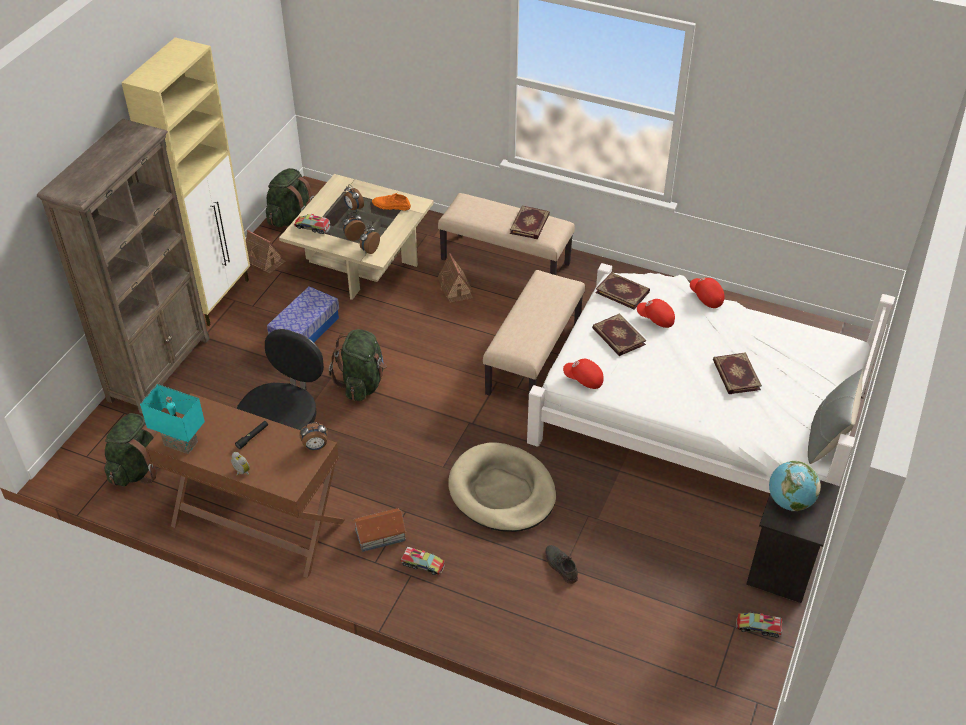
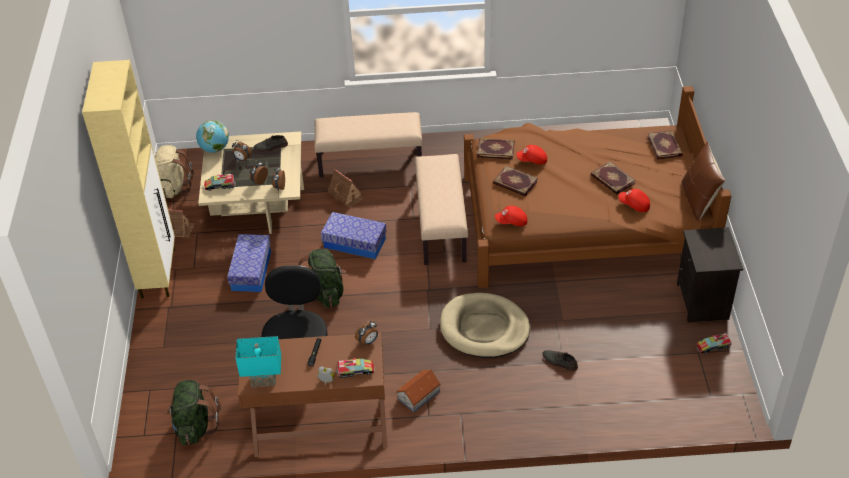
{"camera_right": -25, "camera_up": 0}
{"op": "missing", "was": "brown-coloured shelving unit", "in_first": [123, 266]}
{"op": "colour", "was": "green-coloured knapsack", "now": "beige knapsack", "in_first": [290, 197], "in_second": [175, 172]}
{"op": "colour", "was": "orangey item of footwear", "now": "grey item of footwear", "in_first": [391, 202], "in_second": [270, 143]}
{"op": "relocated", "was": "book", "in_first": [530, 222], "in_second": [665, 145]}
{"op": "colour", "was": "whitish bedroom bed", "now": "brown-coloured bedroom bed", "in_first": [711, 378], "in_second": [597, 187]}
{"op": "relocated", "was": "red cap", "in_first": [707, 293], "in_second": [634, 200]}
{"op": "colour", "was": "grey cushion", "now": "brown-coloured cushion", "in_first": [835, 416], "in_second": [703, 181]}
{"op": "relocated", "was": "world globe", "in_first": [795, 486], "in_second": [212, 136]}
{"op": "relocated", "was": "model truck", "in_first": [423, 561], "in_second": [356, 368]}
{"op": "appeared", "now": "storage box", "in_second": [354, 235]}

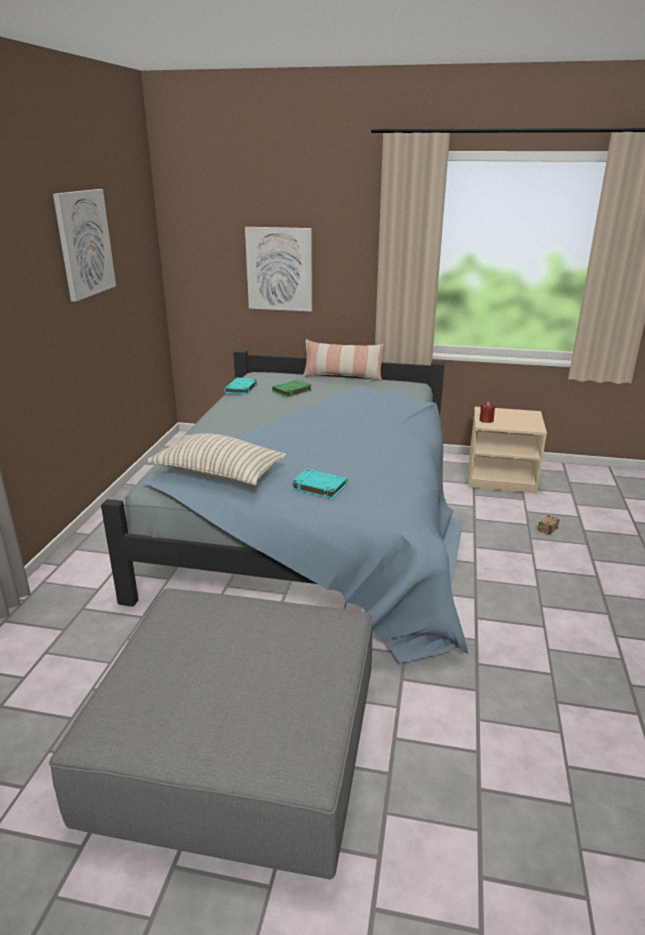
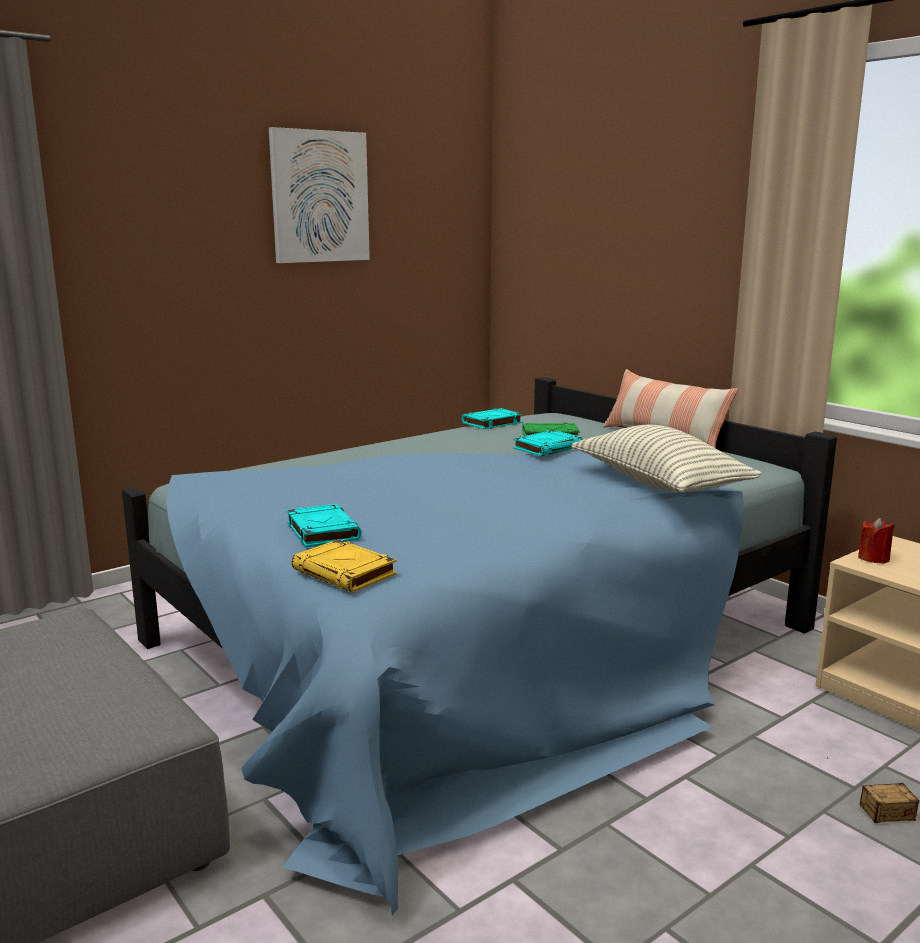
{"camera_right": 40, "camera_up": -10}
{"op": "missing", "was": "wall picture", "in_first": [279, 269]}
{"op": "relocated", "was": "cushion", "in_first": [217, 459], "in_second": [666, 458]}
{"op": "appeared", "now": "turquoise-coloured book", "in_second": [547, 443]}
{"op": "appeared", "now": "yellowish book", "in_second": [344, 565]}

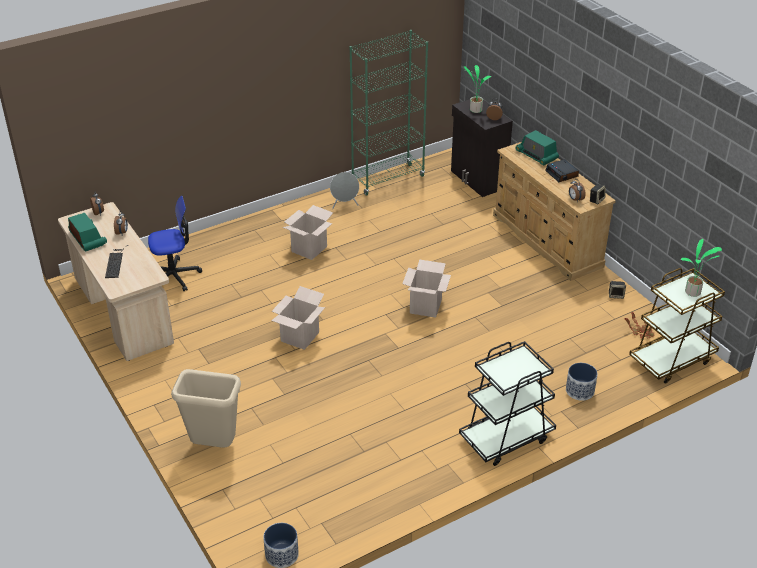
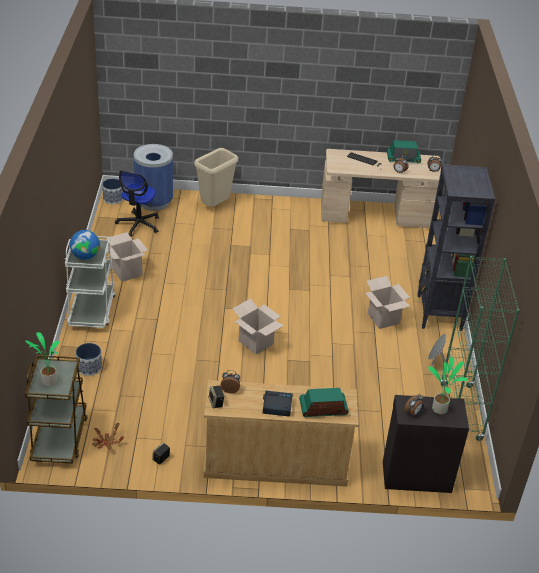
{"camera_right": 120, "camera_up": 0}
{"op": "relocated", "was": "computer chair", "in_first": [175, 243], "in_second": [137, 204]}
{"op": "relocated", "was": "cardboard box", "in_first": [298, 318], "in_second": [127, 257]}
{"op": "colour", "was": "black cart", "now": "whitish cart", "in_first": [507, 403], "in_second": [90, 282]}
{"op": "appeared", "now": "bluish rubbish bin", "in_second": [153, 177]}
{"op": "appeared", "now": "black shelving unit", "in_second": [456, 247]}
{"op": "appeared", "now": "world globe", "in_second": [85, 245]}

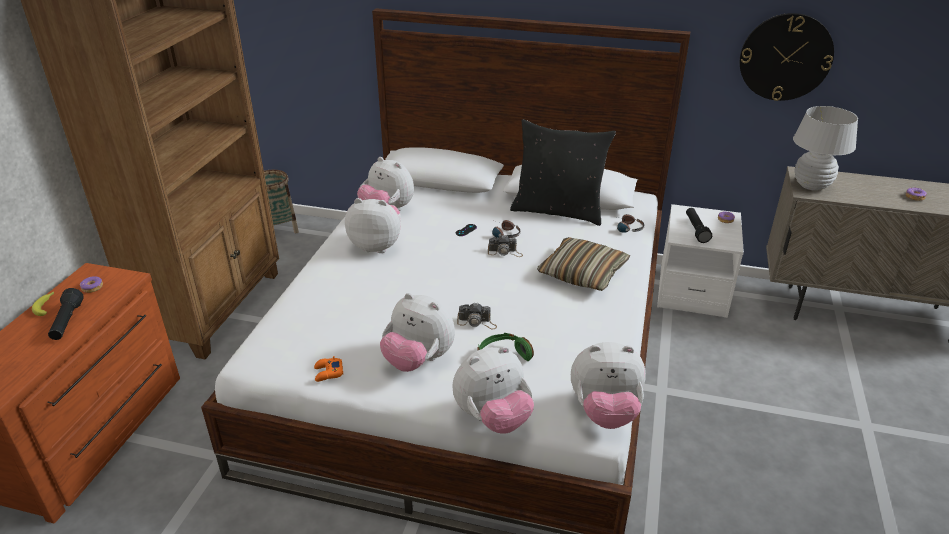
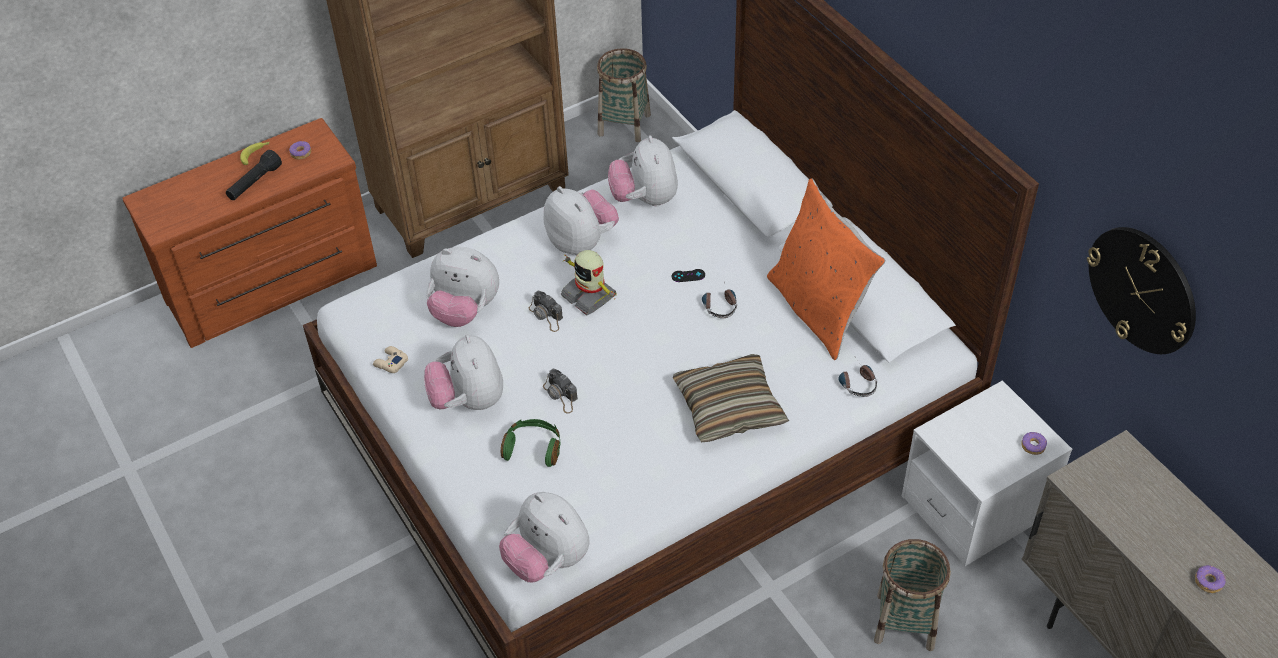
{"camera_right": 45, "camera_up": 15}
{"op": "missing", "was": "whitish tabletop lamp", "in_first": [825, 148]}
{"op": "colour", "was": "black cushion", "now": "orangey cushion", "in_first": [563, 172], "in_second": [826, 269]}
{"op": "missing", "was": "black flashlight", "in_first": [699, 225]}
{"op": "relocated", "was": "photo camera", "in_first": [505, 246], "in_second": [546, 311]}
{"op": "relocated", "was": "plush toy", "in_first": [493, 390], "in_second": [462, 287]}
{"op": "colour", "was": "orangey gamepad", "now": "beige gamepad", "in_first": [328, 369], "in_second": [390, 359]}
{"op": "appeared", "now": "robot figure", "in_second": [589, 283]}
{"op": "appeared", "now": "basket", "in_second": [912, 595]}

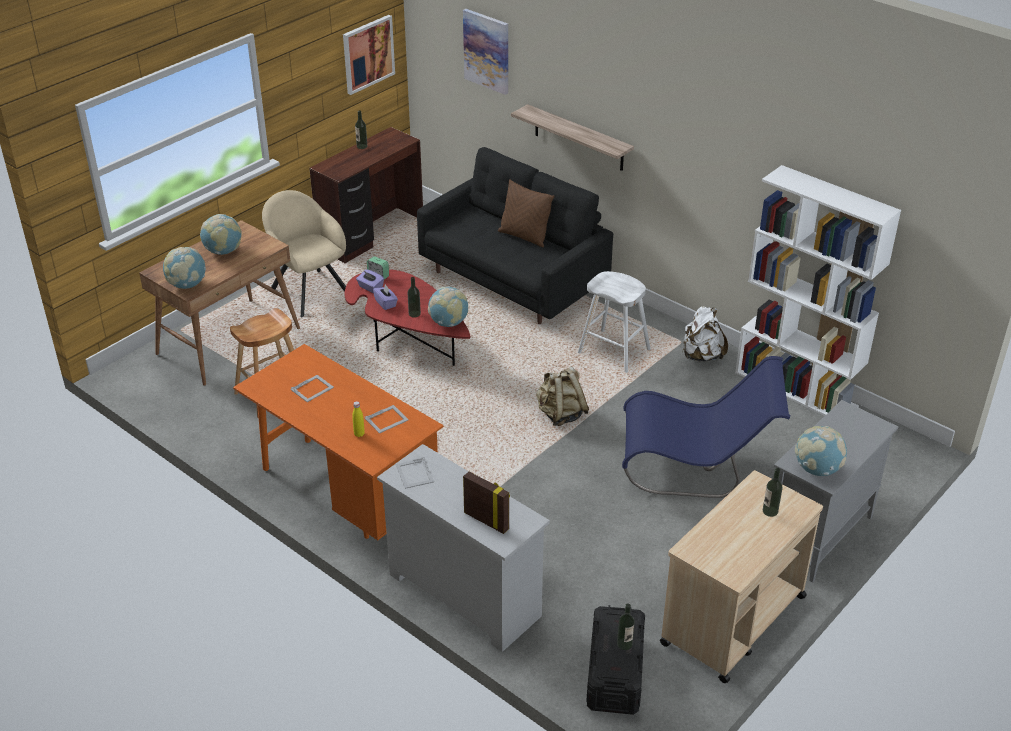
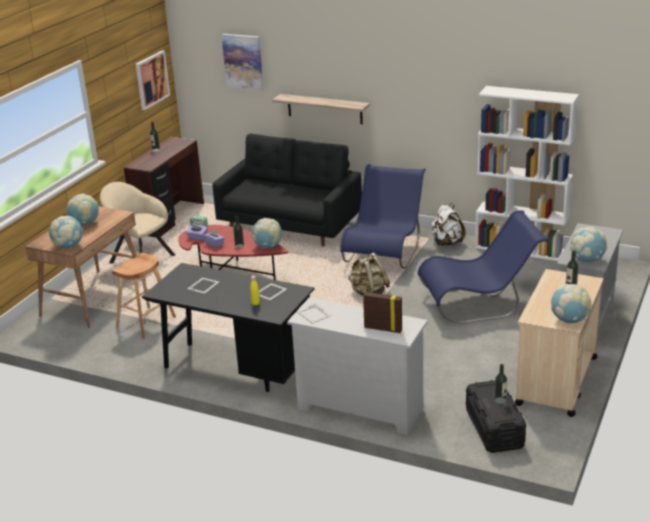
{"camera_right": -15, "camera_up": -10}
{"op": "missing", "was": "brown-coloured cushion", "in_first": [526, 213]}
{"op": "exchanged", "was": "whitish stool seat", "now": "bluish plain chair", "in_first": [614, 322], "in_second": [383, 216]}
{"op": "colour", "was": "orangey desk", "now": "black desk", "in_first": [338, 442], "in_second": [228, 327]}
{"op": "appeared", "now": "world globe", "in_second": [571, 304]}

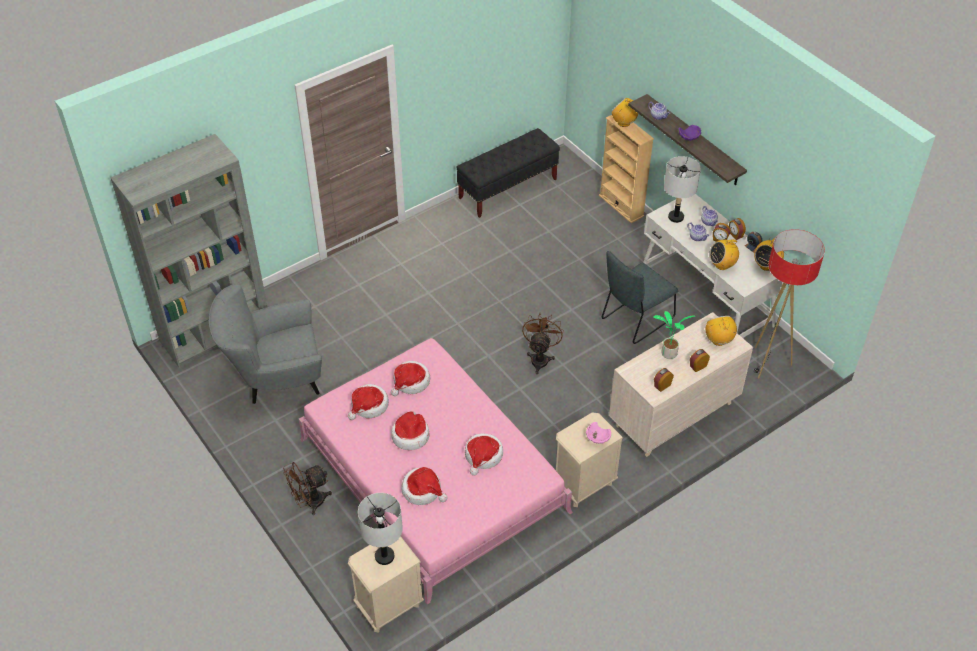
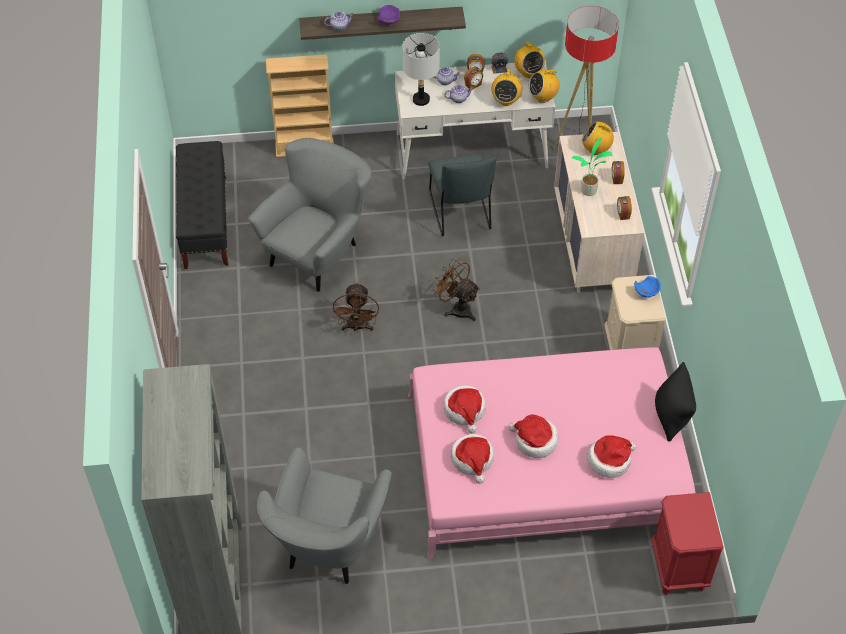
{"camera_right": -60, "camera_up": 5}
{"op": "relocated", "was": "radio set", "in_first": [624, 112], "in_second": [544, 86]}
{"op": "colour", "was": "pink-coloured bowl", "now": "bluish bowl", "in_first": [598, 433], "in_second": [647, 287]}
{"op": "missing", "was": "wearable hat", "in_first": [484, 454]}
{"op": "relocated", "was": "brown-coloured cooling fan", "in_first": [307, 488], "in_second": [356, 307]}
{"op": "missing", "was": "grey tabletop lamp", "in_first": [380, 529]}
{"op": "colour", "was": "beige night table", "now": "red night table", "in_first": [386, 584], "in_second": [687, 543]}
{"op": "appeared", "now": "grey easy chair", "in_second": [309, 215]}
{"op": "appeared", "now": "black cushion", "in_second": [675, 402]}

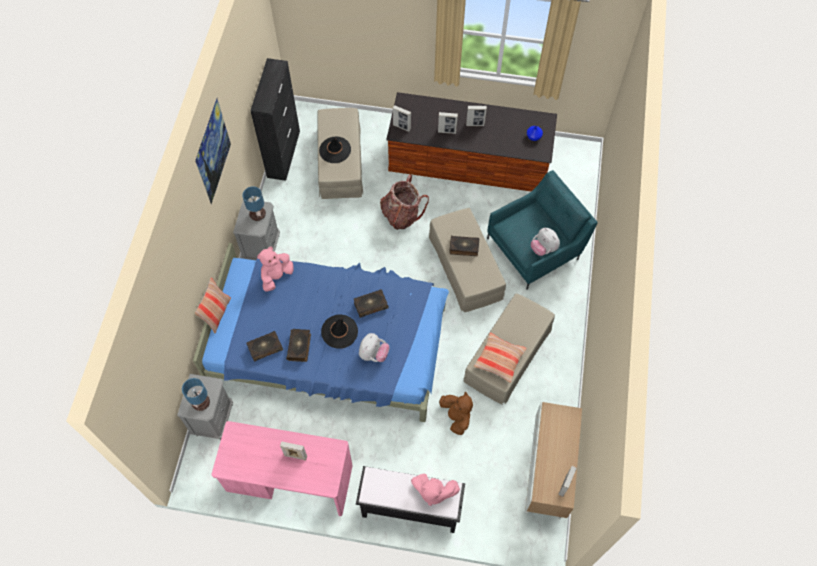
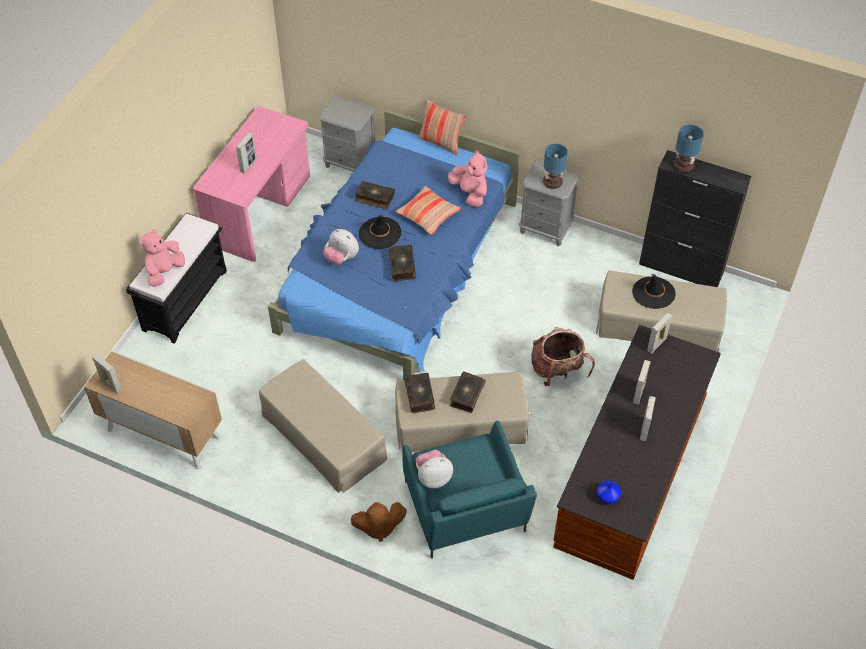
{"camera_right": 105, "camera_up": -10}
{"op": "missing", "was": "wall picture", "in_first": [213, 151]}
{"op": "relocated", "was": "book", "in_first": [264, 346], "in_second": [419, 393]}
{"op": "relocated", "was": "cushion", "in_first": [500, 358], "in_second": [428, 210]}
{"op": "relocated", "was": "tabletop lamp", "in_first": [196, 394], "in_second": [688, 148]}
{"op": "relocated", "was": "brown-coloured plush toy", "in_first": [456, 413], "in_second": [379, 522]}

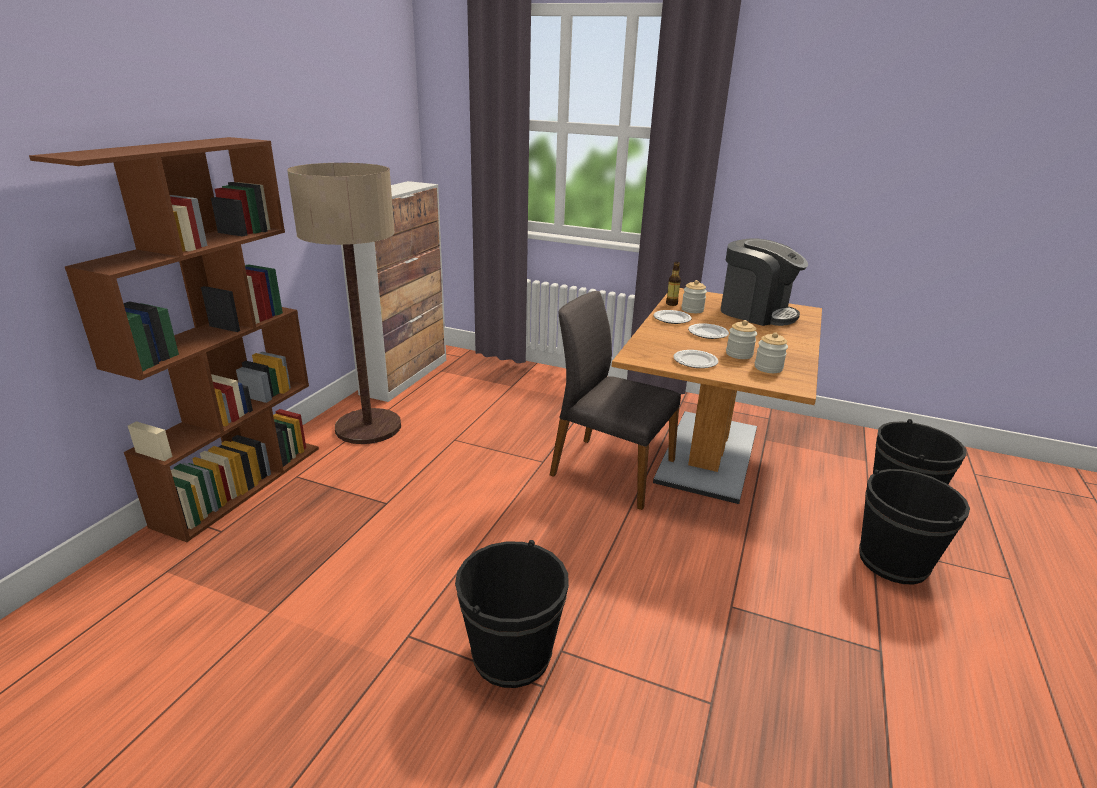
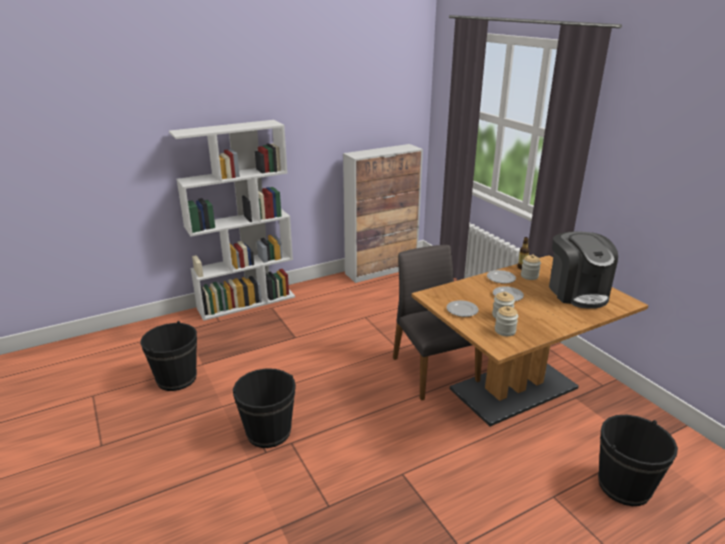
{"camera_right": 40, "camera_up": 0}
{"op": "colour", "was": "brown-coloured shelving unit", "now": "whitish shelving unit", "in_first": [174, 339], "in_second": [232, 220]}
{"op": "missing", "was": "standard lamp", "in_first": [344, 303]}
{"op": "relocated", "was": "black pail", "in_first": [914, 526], "in_second": [168, 356]}

